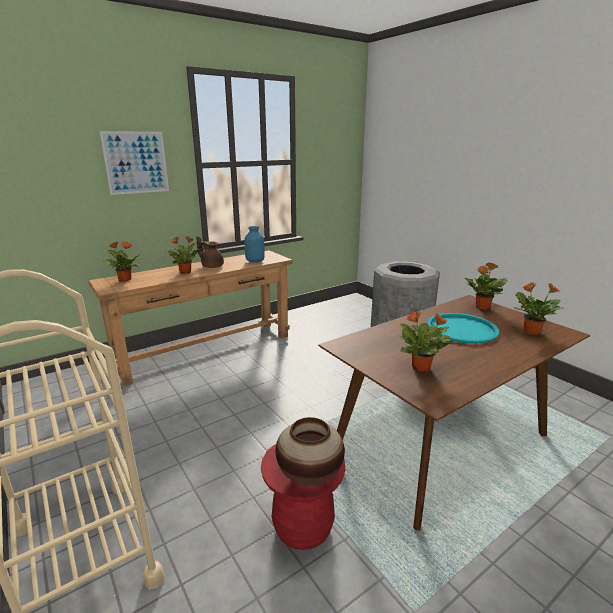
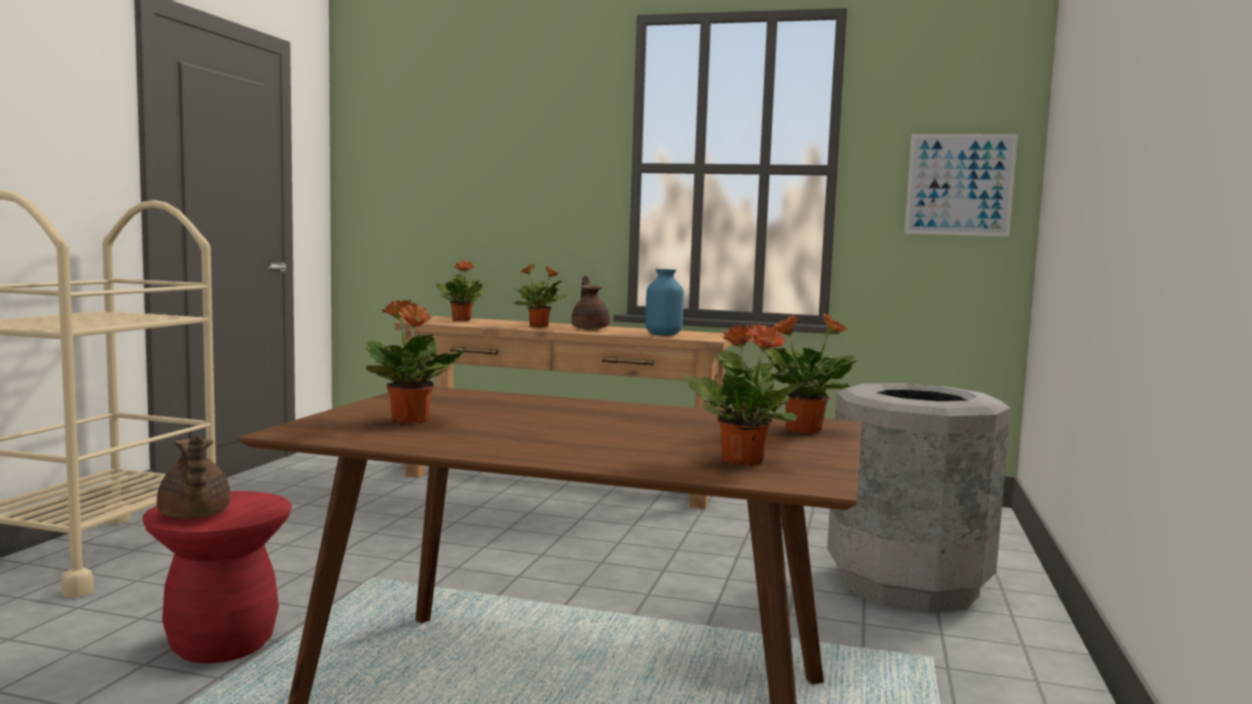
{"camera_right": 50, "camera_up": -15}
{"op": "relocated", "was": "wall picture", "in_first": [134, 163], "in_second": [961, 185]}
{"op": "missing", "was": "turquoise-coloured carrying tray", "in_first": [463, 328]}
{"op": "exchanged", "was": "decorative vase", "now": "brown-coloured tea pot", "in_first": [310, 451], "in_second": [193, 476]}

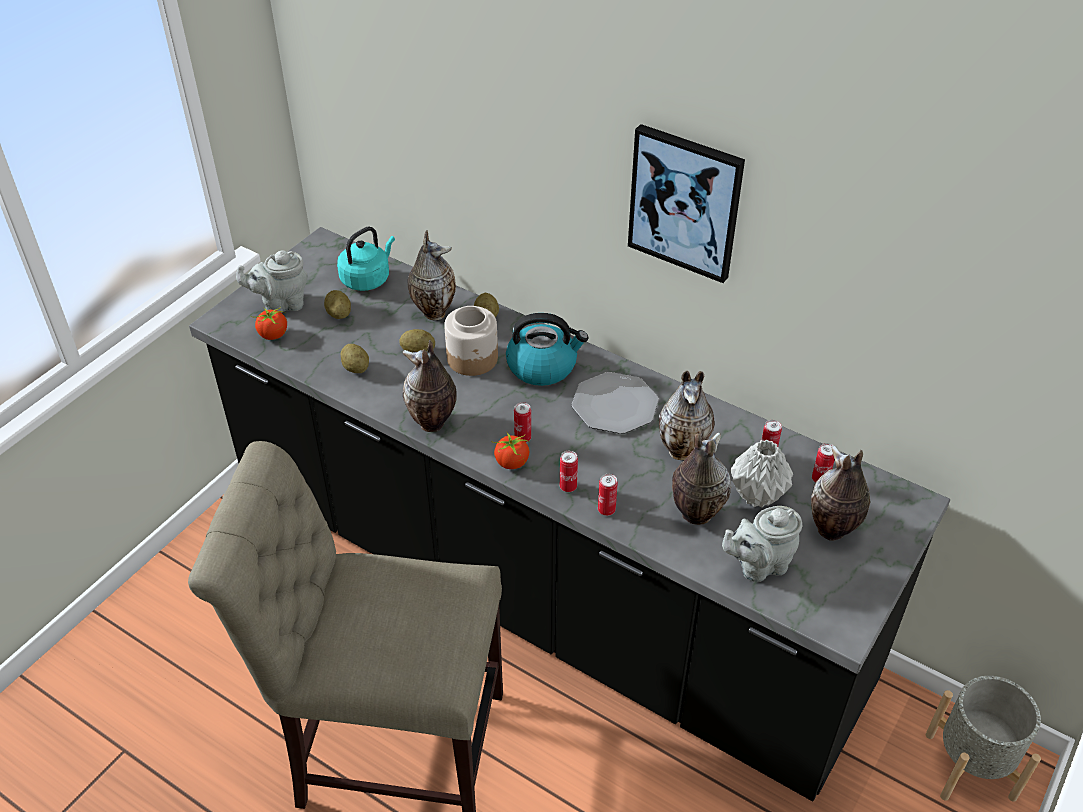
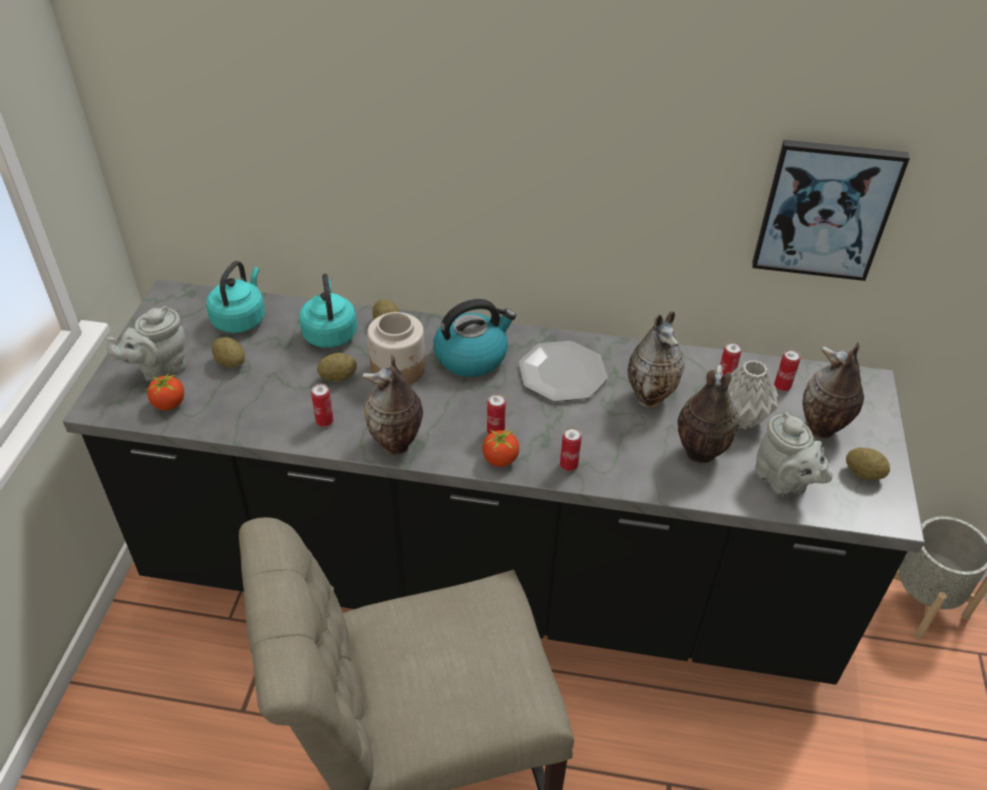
{"camera_right": -25, "camera_up": 0}
{"op": "relocated", "was": "wall picture", "in_first": [686, 203], "in_second": [831, 210]}
{"op": "exchanged", "was": "decorative vase", "now": "turquoise-coloured water kettle", "in_first": [432, 275], "in_second": [328, 311]}
{"op": "relocated", "was": "whole potato", "in_first": [355, 358], "in_second": [868, 464]}
{"op": "relocated", "was": "metal can", "in_first": [608, 495], "in_second": [322, 405]}
{"op": "spun", "was": "grey tea pot", "in_first": [762, 544], "in_second": [794, 454], "clockwise": -75}

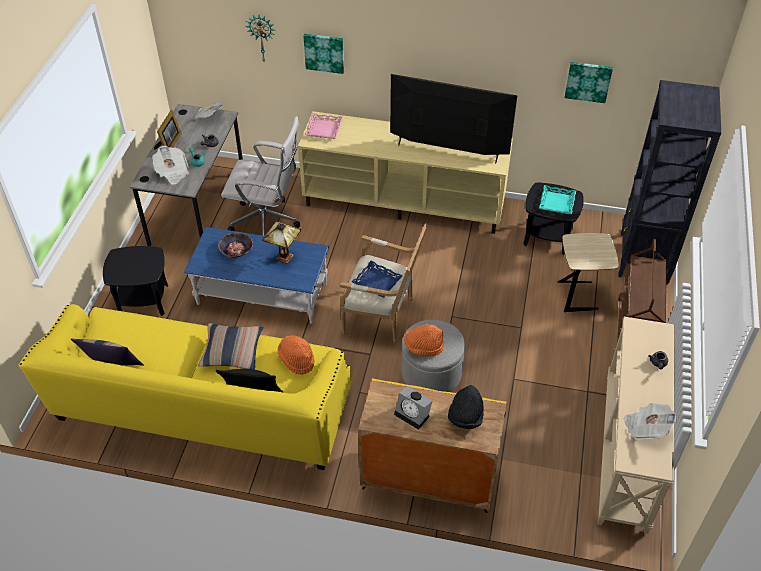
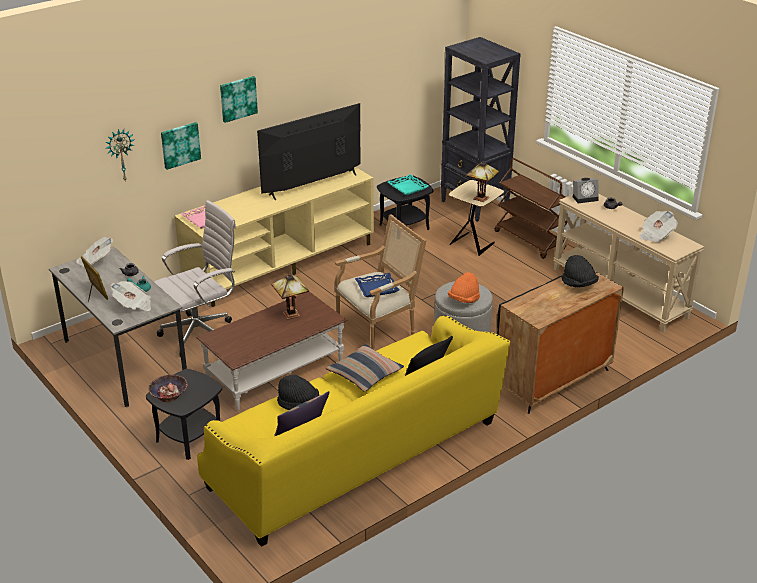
{"camera_right": -50, "camera_up": -15}
{"op": "relocated", "was": "wall picture", "in_first": [588, 82], "in_second": [239, 99]}
{"op": "colour", "was": "bluish coffee table", "now": "brown-coloured coffee table", "in_first": [256, 275], "in_second": [272, 351]}
{"op": "relocated", "was": "bowl", "in_first": [235, 245], "in_second": [168, 388]}
{"op": "missing", "was": "orangey wearable hat", "in_first": [295, 355]}
{"op": "colour", "was": "yellowish storage cabinet", "now": "black storage cabinet", "in_first": [432, 445], "in_second": [560, 342]}
{"op": "relocated", "was": "bedside clock", "in_first": [413, 408], "in_second": [585, 190]}
{"op": "appeared", "now": "tabletop lamp", "in_second": [482, 181]}
{"op": "appeared", "now": "black wearable hat", "in_second": [298, 392]}

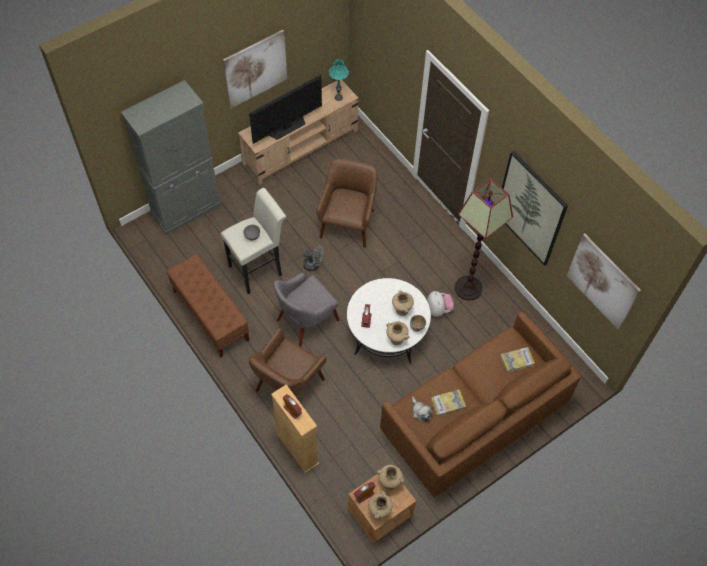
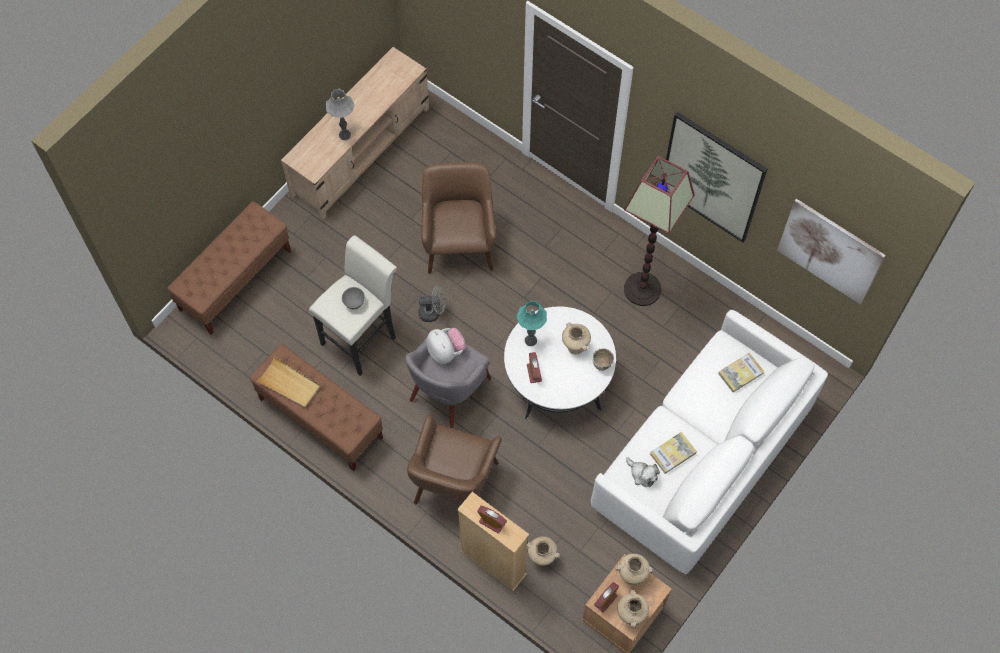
{"camera_right": -15, "camera_up": 5}
{"op": "missing", "was": "wall picture", "in_first": [255, 69]}
{"op": "relocated", "was": "turquoise-coloured tabletop lamp", "in_first": [339, 80], "in_second": [532, 323]}
{"op": "exchanged", "was": "TV set", "now": "grey tabletop lamp", "in_first": [285, 109], "in_second": [340, 114]}
{"op": "exchanged", "was": "grey storage cabinet", "now": "brown-coloured bench", "in_first": [171, 157], "in_second": [229, 268]}
{"op": "relocated", "was": "plush toy", "in_first": [440, 304], "in_second": [446, 346]}
{"op": "colour", "was": "brown-coloured sofa", "now": "whitish sofa", "in_first": [480, 404], "in_second": [709, 442]}
{"op": "relocated", "was": "beige decorative vase", "in_first": [397, 333], "in_second": [543, 551]}
{"op": "appeared", "now": "beige carrying tray", "in_second": [289, 382]}

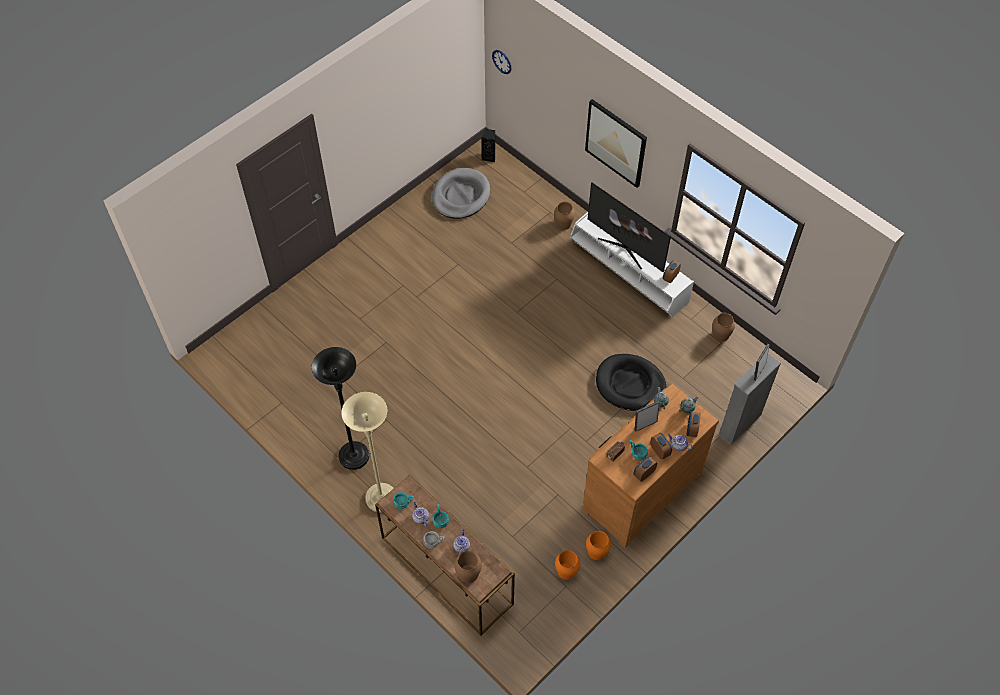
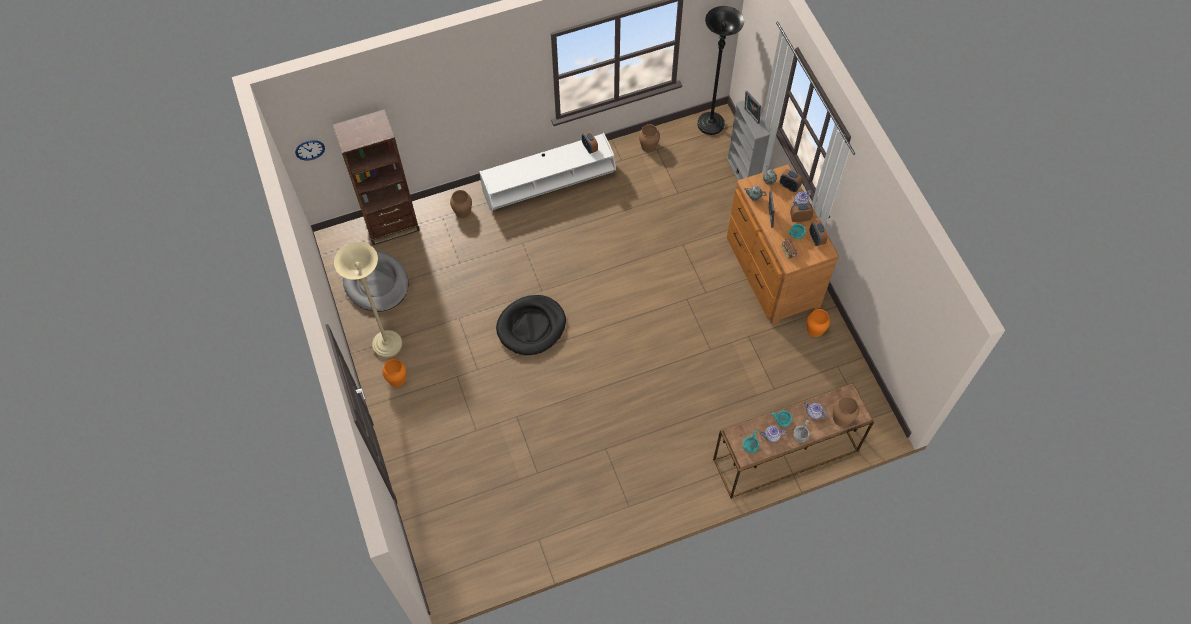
{"camera_right": -65, "camera_up": 5}
{"op": "missing", "was": "wall picture", "in_first": [616, 143]}
{"op": "missing", "was": "black speaker", "in_first": [488, 145]}
{"op": "missing", "was": "TV set", "in_first": [629, 227]}
{"op": "relocated", "was": "black standard lamp", "in_first": [340, 408], "in_second": [720, 70]}
{"op": "relocated", "was": "black dog cushion", "in_first": [631, 382], "in_second": [531, 325]}
{"op": "relocated", "was": "beige standard lamp", "in_first": [367, 452], "in_second": [368, 300]}
{"op": "relocated", "was": "orangey decorative vase", "in_first": [567, 565], "in_second": [394, 373]}
{"op": "appeared", "now": "brown-coloured shelving unit", "in_second": [376, 177]}

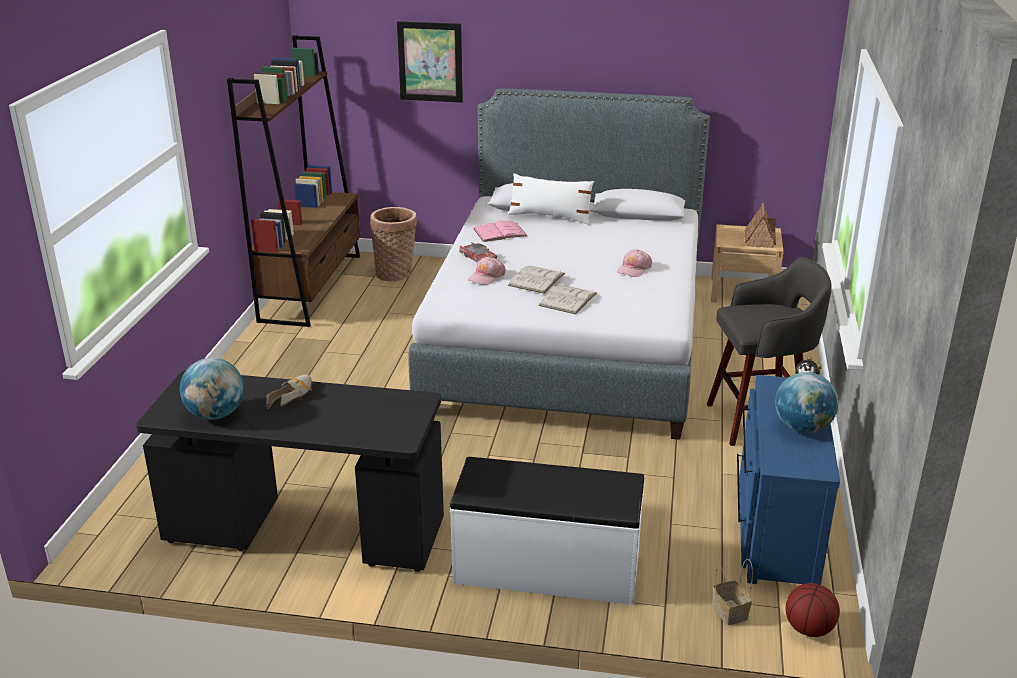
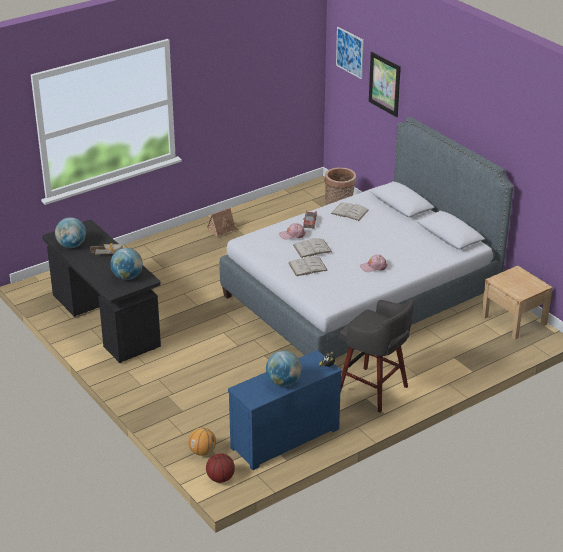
{"camera_right": 45, "camera_up": 5}
{"op": "missing", "was": "brown-coloured shelving unit", "in_first": [293, 181]}
{"op": "missing", "was": "whitish cushion", "in_first": [551, 198]}
{"op": "relocated", "was": "miniature house", "in_first": [760, 225], "in_second": [223, 222]}
{"op": "colour", "was": "pink-coloured book", "now": "whitish book", "in_first": [500, 231], "in_second": [350, 211]}
{"op": "missing", "was": "whitish bench", "in_first": [547, 531]}
{"op": "exchanged", "was": "basket", "now": "basketball", "in_first": [732, 592], "in_second": [202, 442]}
{"op": "appeared", "now": "wall picture", "in_second": [350, 53]}
{"op": "appeared", "now": "world globe", "in_second": [126, 264]}

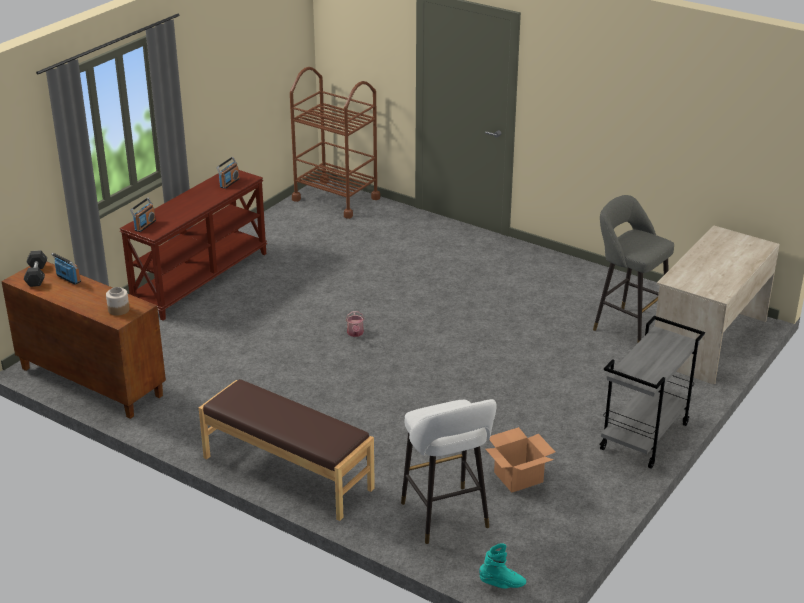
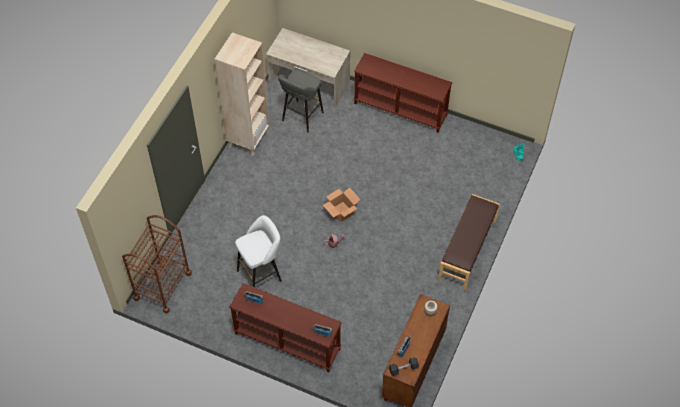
{"camera_right": -100, "camera_up": 25}
{"op": "exchanged", "was": "grey cart", "now": "brown-coloured console table", "in_first": [652, 392], "in_second": [403, 93]}
{"op": "relocated", "was": "whitish stool seat", "in_first": [448, 471], "in_second": [258, 251]}
{"op": "relocated", "was": "cardboard box", "in_first": [520, 460], "in_second": [341, 204]}
{"op": "appeared", "now": "beige shelving unit", "in_second": [241, 94]}

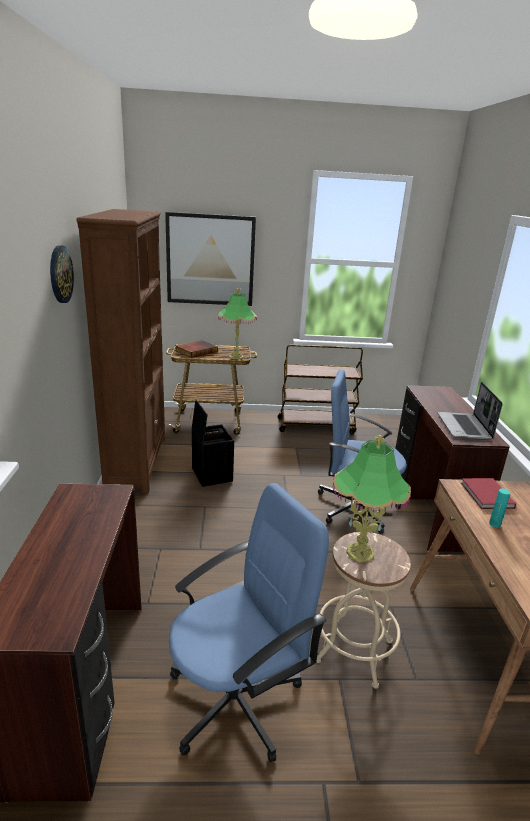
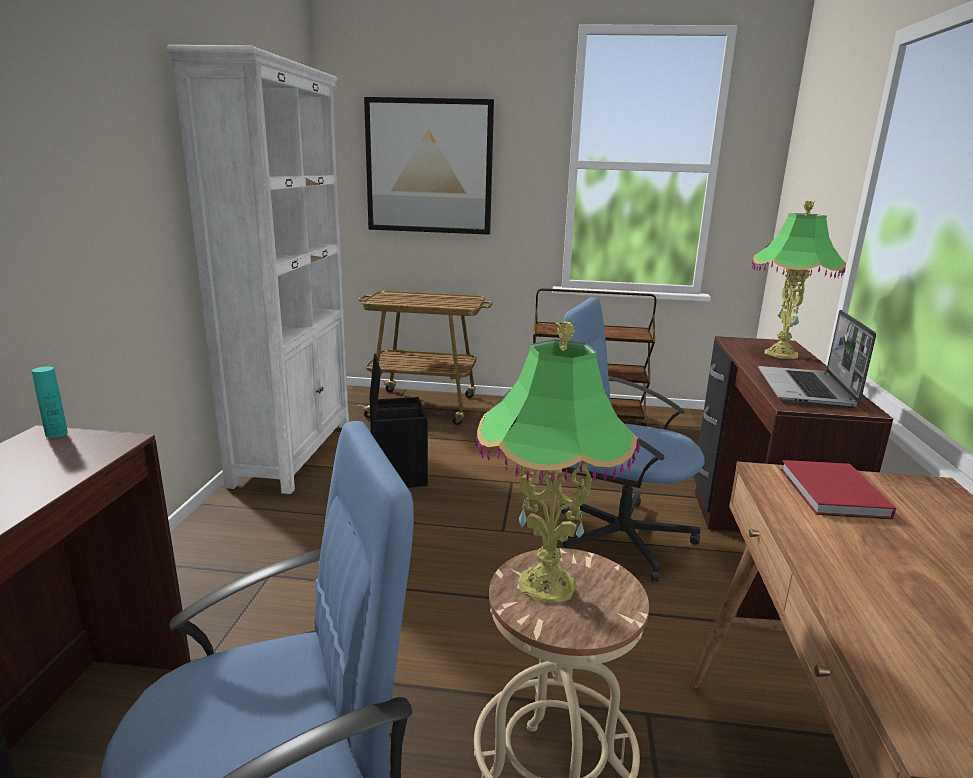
{"camera_right": 10, "camera_up": -5}
{"op": "colour", "was": "brown-coloured shelving unit", "now": "whitish shelving unit", "in_first": [120, 351], "in_second": [258, 269]}
{"op": "missing", "was": "hanging clock", "in_first": [62, 274]}
{"op": "relocated", "was": "tabletop lamp", "in_first": [237, 323], "in_second": [799, 280]}
{"op": "missing", "was": "book", "in_first": [196, 349]}
{"op": "relocated", "was": "turquoise-coloured beverage bottle", "in_first": [499, 508], "in_second": [50, 402]}

